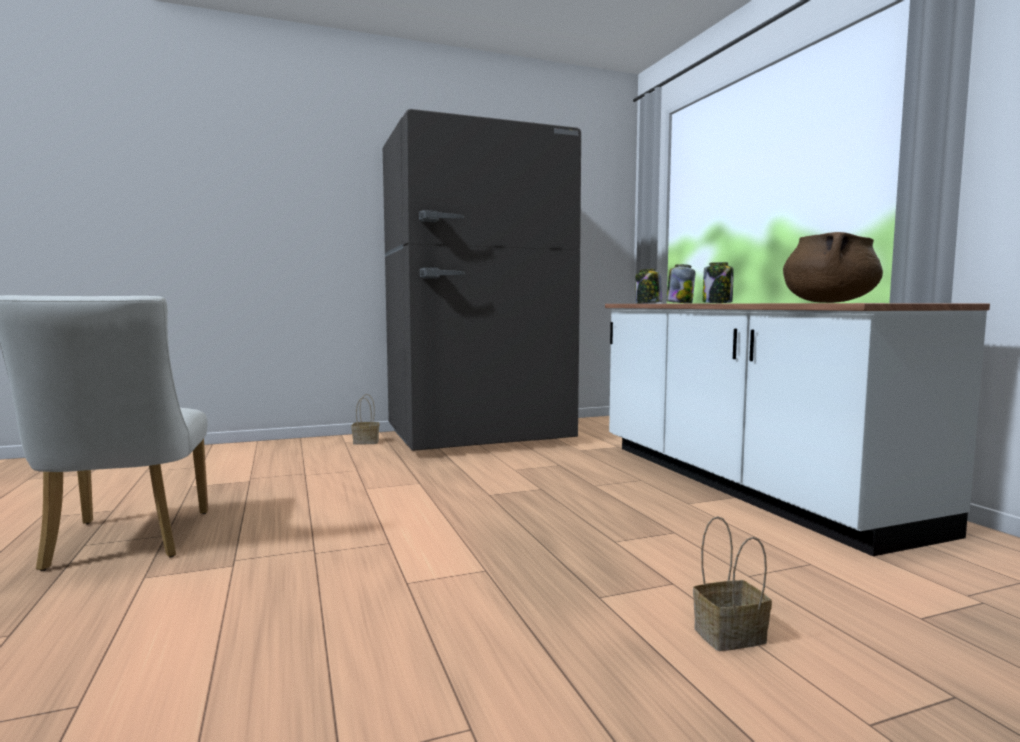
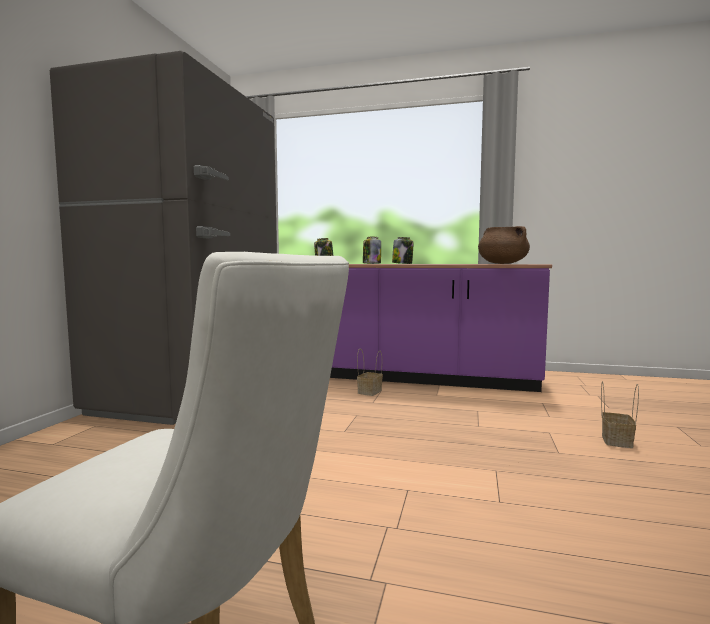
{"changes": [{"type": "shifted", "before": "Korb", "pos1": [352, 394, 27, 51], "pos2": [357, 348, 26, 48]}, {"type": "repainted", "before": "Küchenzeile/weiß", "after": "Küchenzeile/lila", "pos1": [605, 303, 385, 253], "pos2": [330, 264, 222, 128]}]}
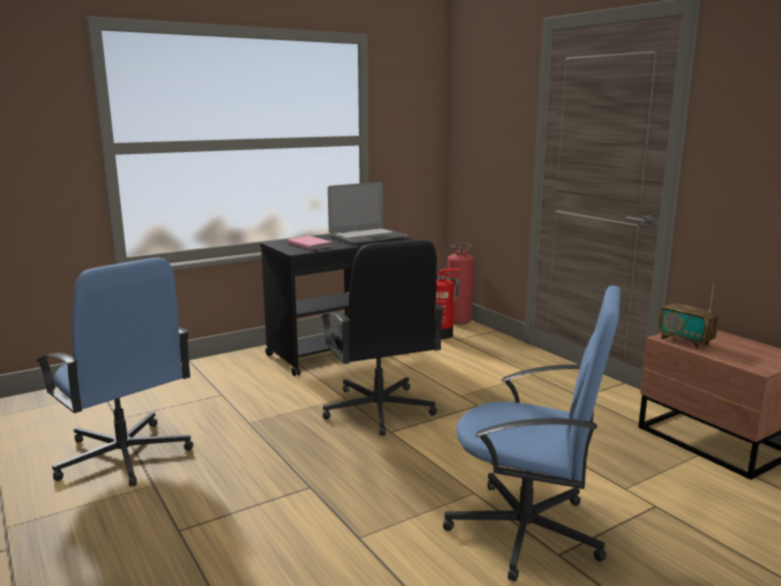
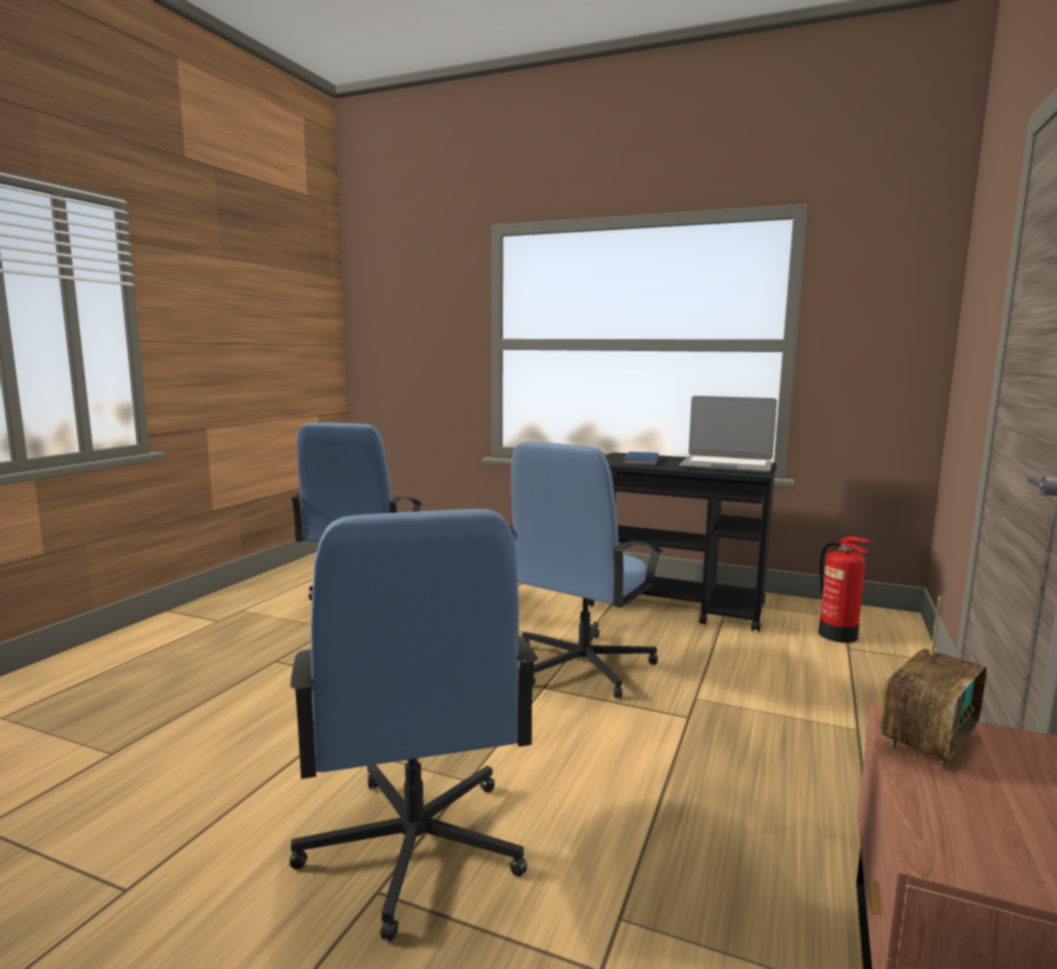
{"changes": [{"type": "repainted", "before": "Buch/rosa", "after": "Buch/blau", "pos1": [288, 236, 45, 14], "pos2": [622, 452, 37, 14]}, {"type": "repainted", "before": "Bürostuhl/schwarz", "after": "Bürostuhl/blau", "pos1": [320, 240, 124, 196], "pos2": [509, 441, 154, 257]}, {"type": "gone", "before": "Feuerlöscher", "pos1": [447, 243, 27, 81]}, {"type": "rotated", "before": "Radio", "pos1": [658, 285, 61, 64], "pos2": [880, 596, 107, 174], "turn": -150}]}
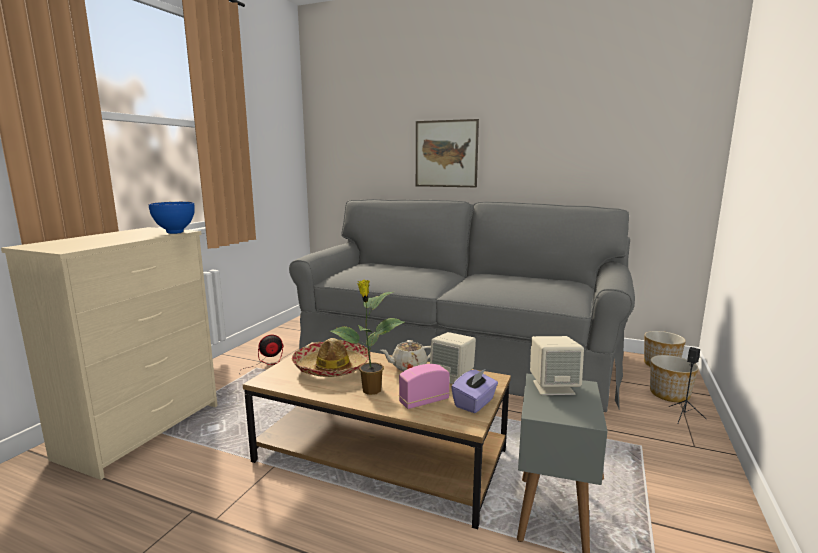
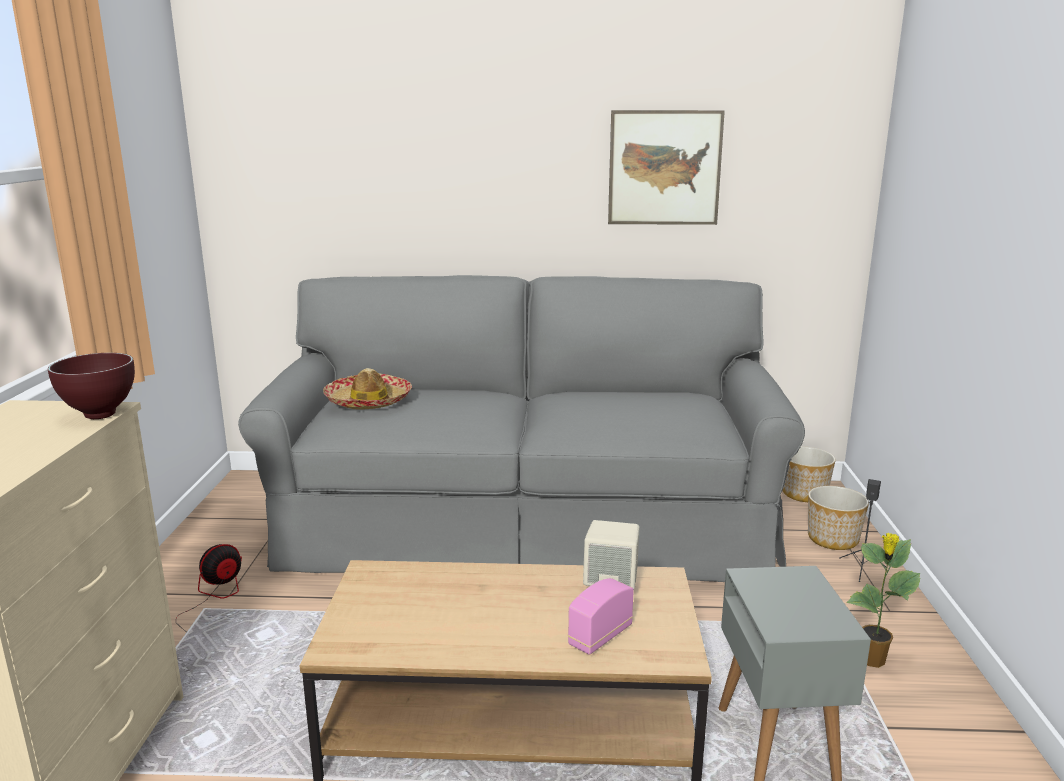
{"changes": [{"type": "repainted", "before": "Schüssel/blau", "after": "Schüssel/braun", "pos1": [148, 202, 47, 32], "pos2": [48, 353, 87, 66]}, {"type": "shifted", "before": "Hut", "pos1": [292, 338, 79, 39], "pos2": [323, 368, 89, 42]}, {"type": "shifted", "before": "Topfpflanze", "pos1": [330, 280, 75, 115], "pos2": [847, 533, 74, 135]}, {"type": "gone", "before": "Teekanne/beige", "pos1": [380, 340, 51, 31]}, {"type": "shifted", "before": "Bild", "pos1": [416, 119, 63, 68], "pos2": [608, 110, 117, 115]}, {"type": "gone", "before": "Taschentuchbox/lila", "pos1": [451, 368, 47, 45]}, {"type": "gone", "before": "Lautsprecher/beige", "pos1": [530, 336, 54, 59]}]}
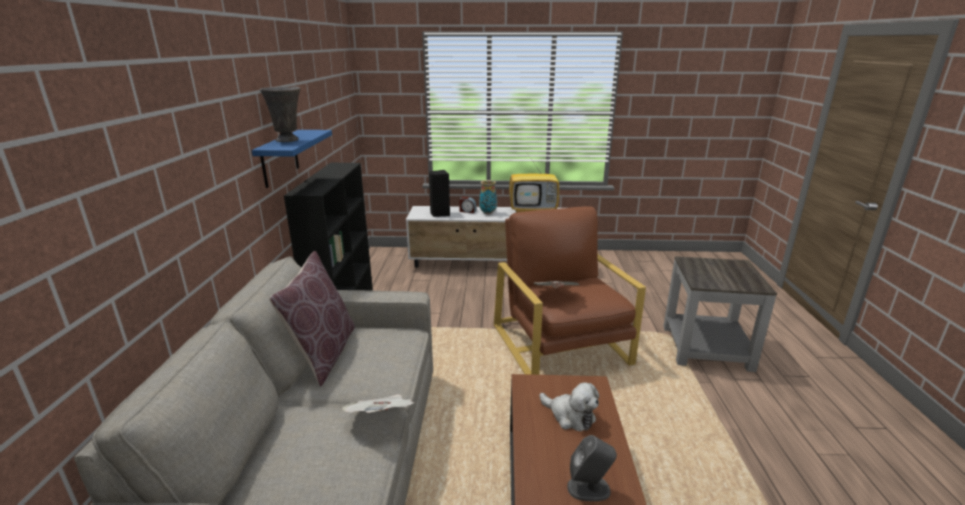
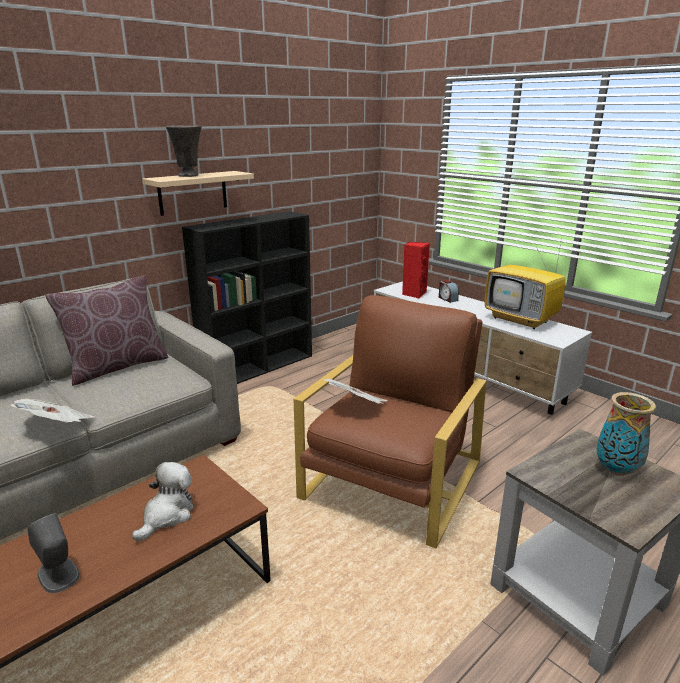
{"changes": [{"type": "repainted", "before": "Wandregal/blau", "after": "Wandregal/beige", "pos1": [252, 130, 80, 58], "pos2": [142, 171, 112, 45]}, {"type": "repainted", "before": "Lautsprecher/schwarz", "after": "Lautsprecher/rot", "pos1": [429, 170, 21, 47], "pos2": [402, 242, 28, 57]}, {"type": "shifted", "before": "Vase", "pos1": [479, 180, 18, 34], "pos2": [596, 392, 60, 84]}, {"type": "rotated", "before": "Plüschtier", "pos1": [539, 382, 60, 49], "pos2": [132, 462, 61, 79], "turn": -150}]}
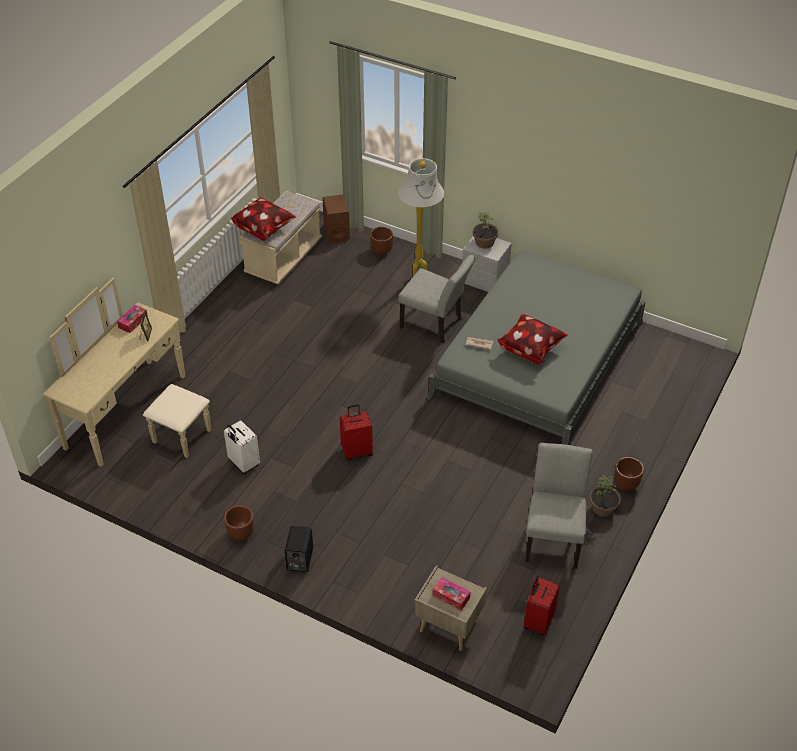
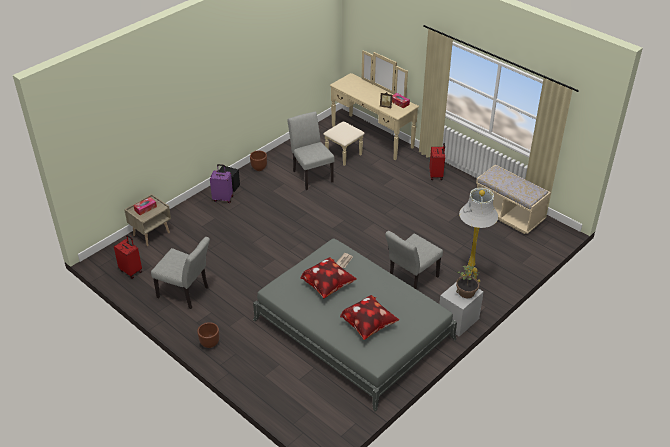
{"changes": [{"type": "swapped", "before": "Koffer/weiß", "after": "Stuhl/grau", "pos1": [224, 420, 36, 54], "pos2": [287, 112, 48, 78]}, {"type": "shifted", "before": "Kissen", "pos1": [231, 198, 65, 43], "pos2": [340, 295, 59, 45]}, {"type": "gone", "before": "Lautsprecher/braun", "pos1": [322, 195, 28, 48]}, {"type": "shifted", "before": "Koffer/rot", "pos1": [340, 404, 33, 56], "pos2": [429, 143, 16, 37]}, {"type": "gone", "before": "Pflanzkübel/braun", "pos1": [370, 227, 23, 28]}, {"type": "gone", "before": "Topfpflanze", "pos1": [590, 475, 31, 42]}, {"type": "new", "after": "Koffer/lila", "pos2": [210, 164, 23, 39]}]}
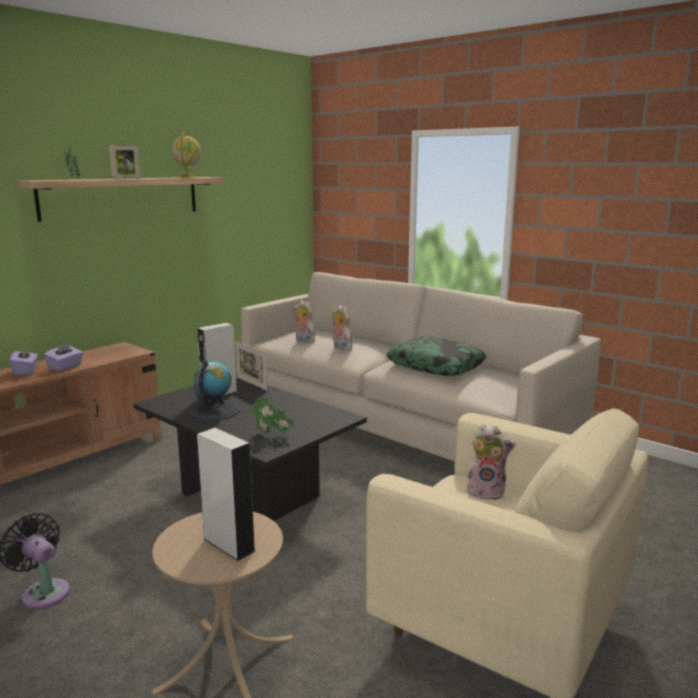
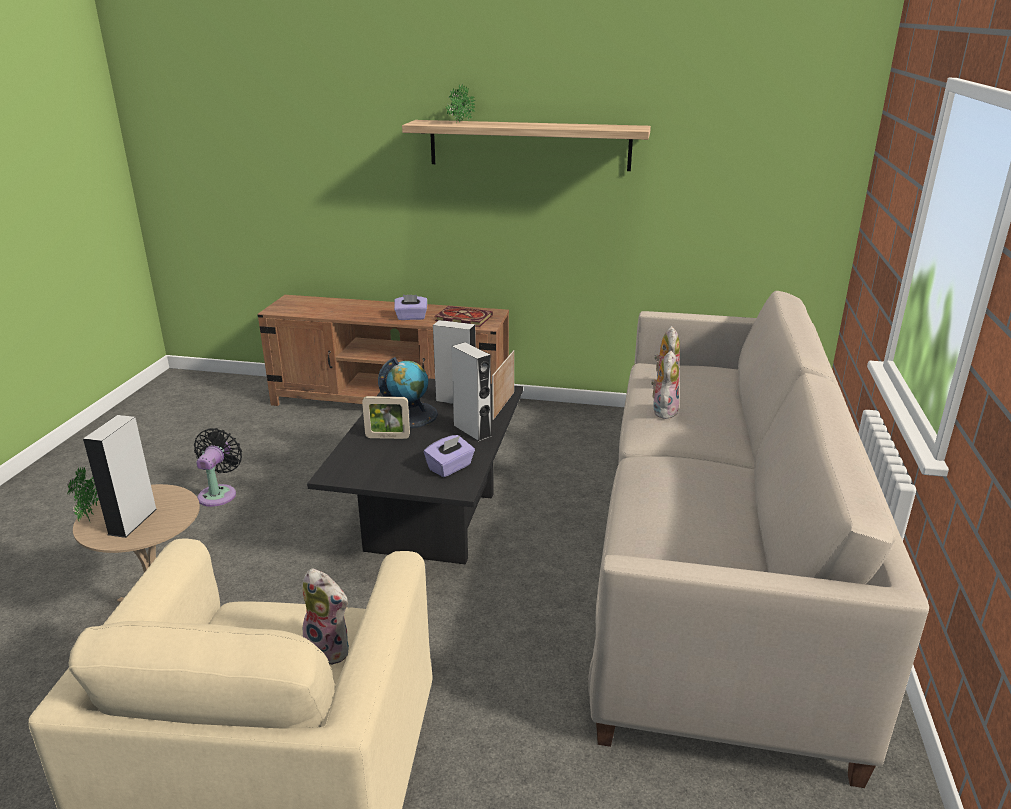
{"changes": [{"type": "shifted", "before": "Taschentuchbox/lila", "pos1": [9, 346, 29, 30], "pos2": [424, 435, 51, 42]}, {"type": "shifted", "before": "Bilderrahmen", "pos1": [109, 145, 31, 34], "pos2": [362, 396, 48, 43]}, {"type": "gone", "before": "Globus", "pos1": [171, 131, 30, 47]}, {"type": "shifted", "before": "Topfpflanze", "pos1": [251, 397, 44, 39], "pos2": [67, 467, 32, 56]}, {"type": "gone", "before": "Kissen", "pos1": [386, 337, 100, 39]}, {"type": "rotated", "before": "Plüschtier", "pos1": [466, 425, 49, 75], "pos2": [302, 568, 47, 97], "turn": -45}, {"type": "new", "after": "Buch", "pos2": [435, 306, 58, 21]}, {"type": "new", "after": "Lautsprecher/grau", "pos2": [451, 342, 41, 100]}]}
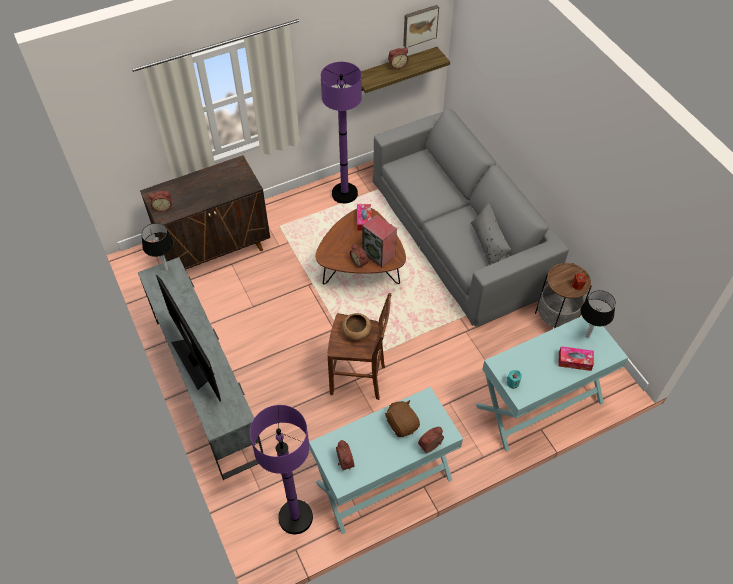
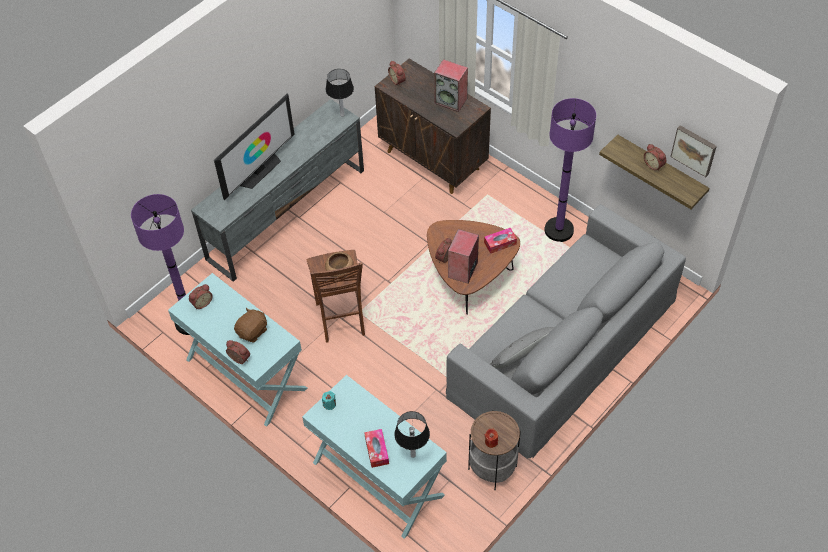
{"changes": [{"type": "new", "after": "Lautsprecher", "pos2": [434, 59, 34, 53]}]}
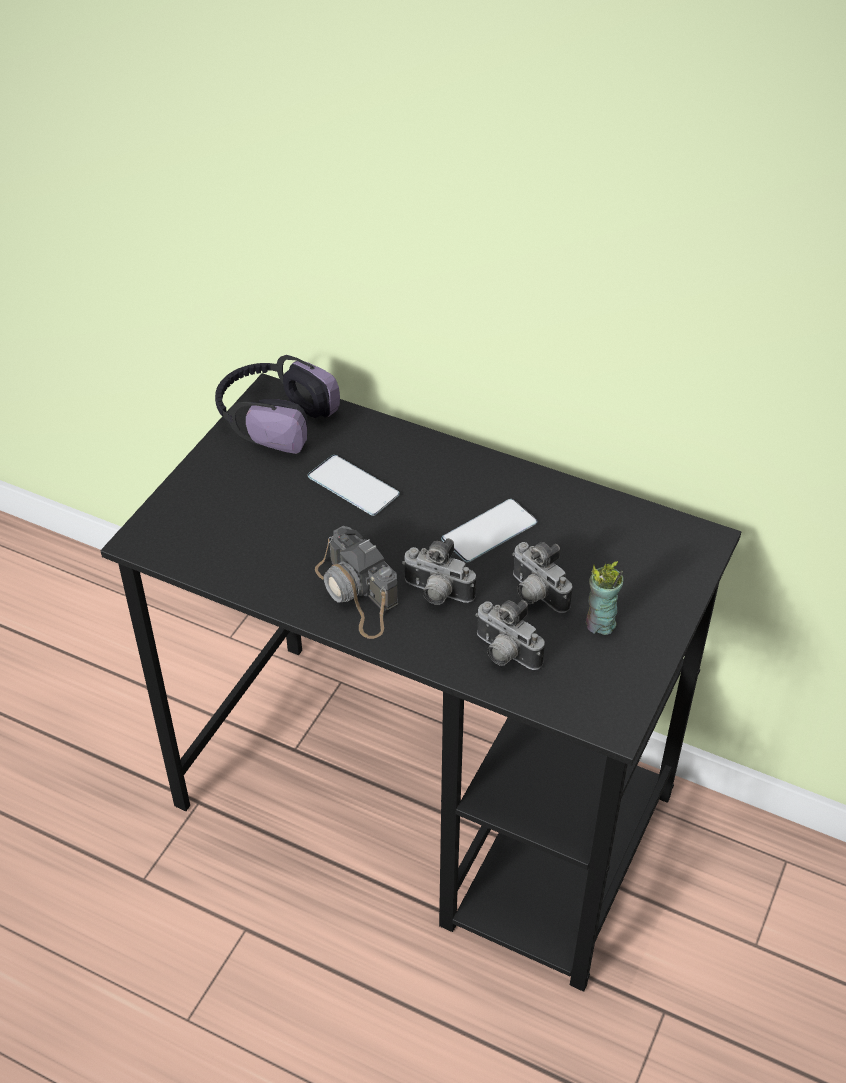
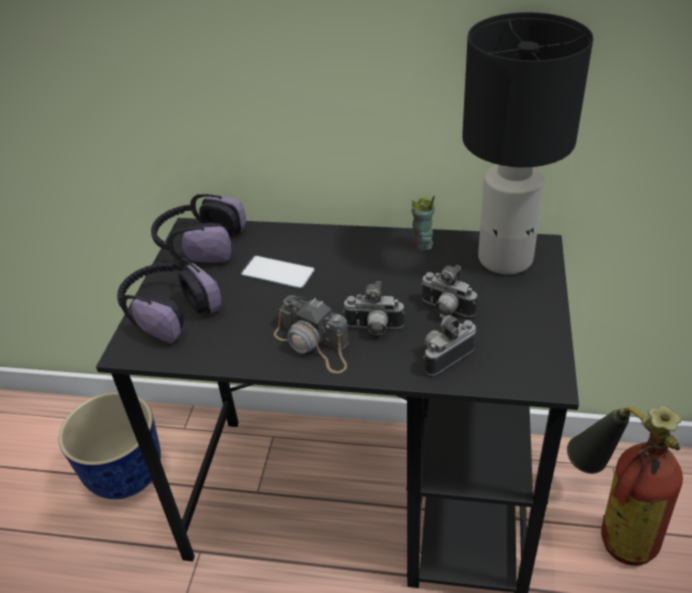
{"changes": [{"type": "gone", "before": "Handy", "pos1": [441, 499, 96, 64]}, {"type": "rotated", "before": "Kamera", "pos1": [475, 600, 70, 70], "pos2": [423, 314, 53, 62], "turn": 120}, {"type": "shifted", "before": "Tasse", "pos1": [586, 561, 37, 74], "pos2": [412, 195, 23, 56]}, {"type": "new", "after": "Pflanzkübel", "pos2": [59, 392, 102, 107]}, {"type": "new", "after": "Kopfhörer", "pos2": [117, 258, 104, 85]}, {"type": "new", "after": "Tischlampe/schwarz", "pos2": [462, 12, 131, 262]}, {"type": "new", "after": "Feuerlöscher", "pos2": [567, 406, 116, 160]}]}
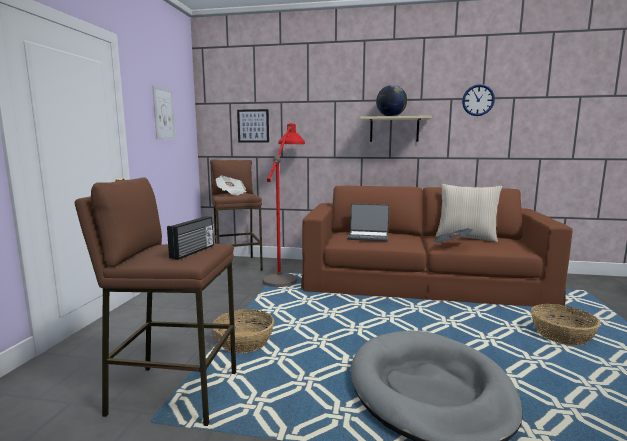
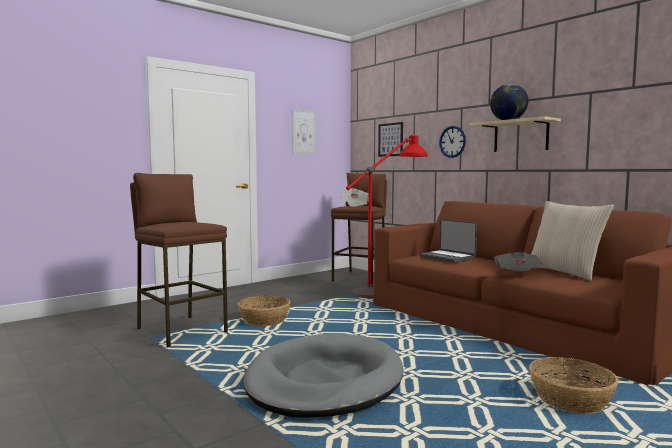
{"changes": [{"type": "gone", "before": "Radio", "pos1": [167, 216, 47, 44]}, {"type": "shifted", "before": "Wanduhr", "pos1": [462, 84, 33, 32], "pos2": [439, 126, 27, 32]}]}
